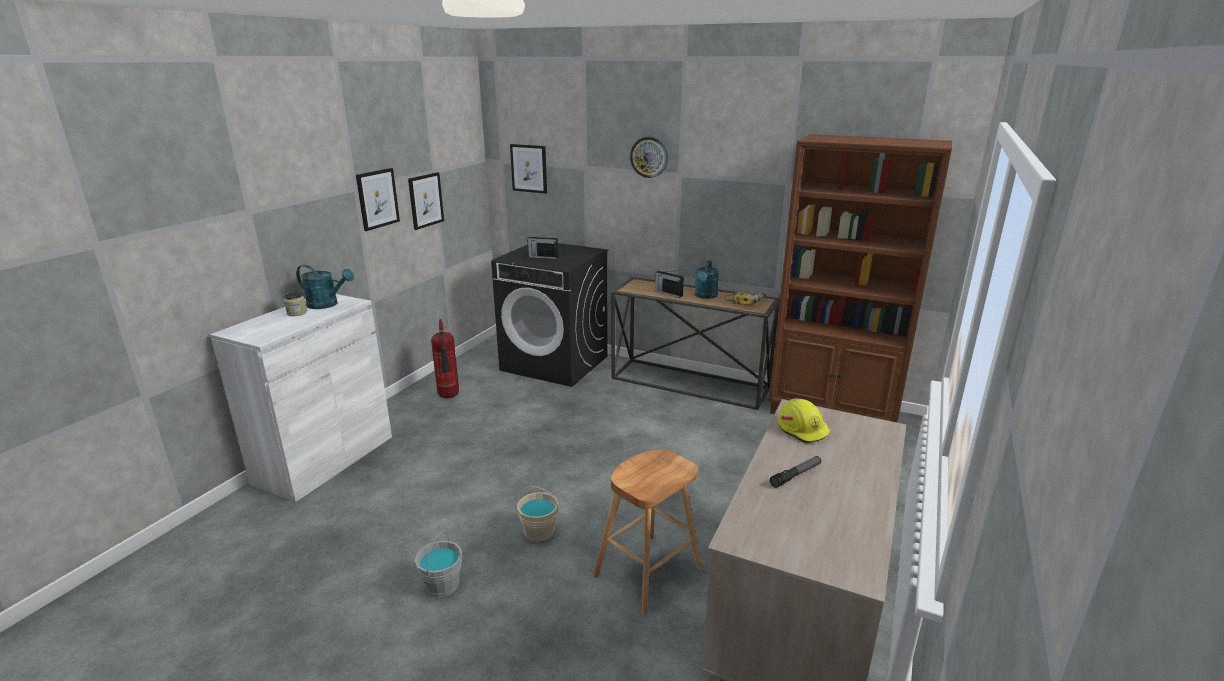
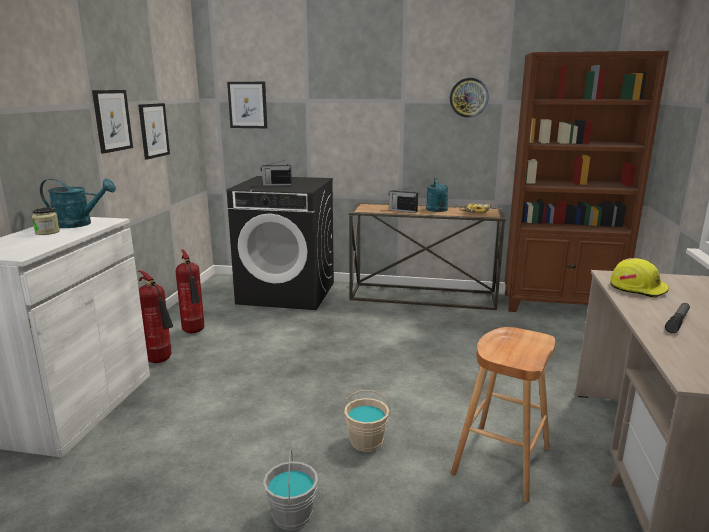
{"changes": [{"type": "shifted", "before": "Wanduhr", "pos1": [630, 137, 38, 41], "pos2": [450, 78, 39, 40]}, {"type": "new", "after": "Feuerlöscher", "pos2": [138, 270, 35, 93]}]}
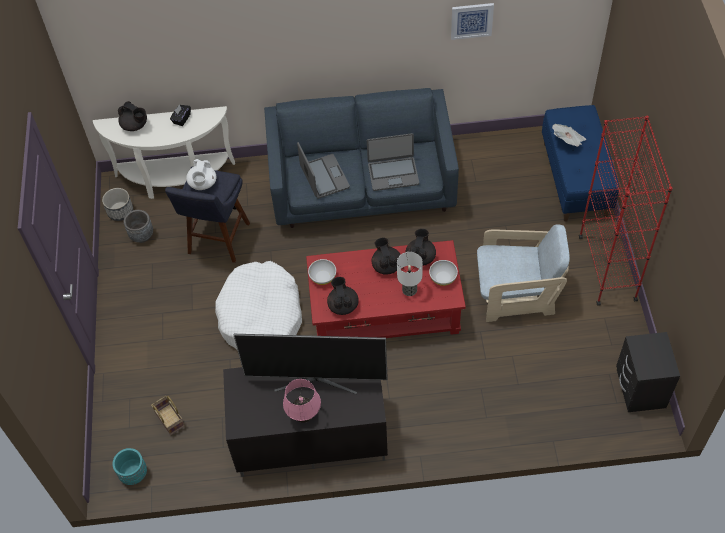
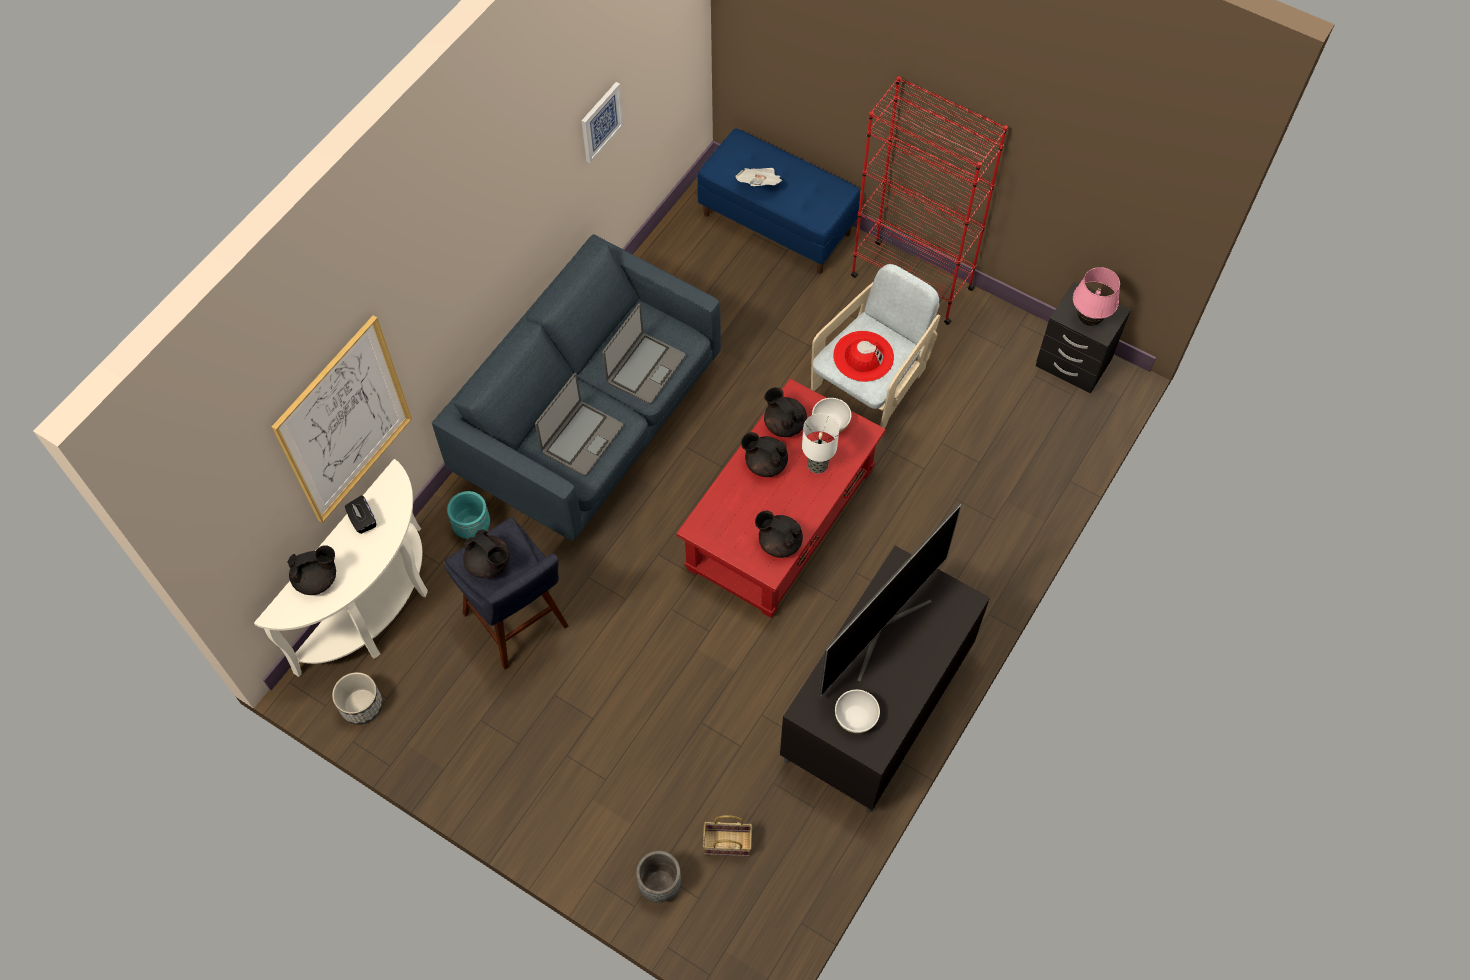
{"changes": [{"type": "shifted", "before": "Pflanzkübel/türkis", "pos1": [112, 448, 35, 37], "pos2": [447, 491, 43, 48]}, {"type": "shifted", "before": "Pflanzkübel/grau", "pos1": [124, 210, 29, 33], "pos2": [636, 851, 45, 52]}, {"type": "repainted", "before": "Teekanne/weiß", "after": "Teekanne/schwarz", "pos1": [186, 159, 30, 31], "pos2": [463, 529, 47, 49]}, {"type": "gone", "before": "Hundebett/weiß", "pos1": [215, 261, 87, 90]}, {"type": "shifted", "before": "Tischlampe/rosa", "pos1": [283, 379, 38, 44], "pos2": [1073, 267, 47, 59]}, {"type": "rotated", "before": "Laptop", "pos1": [297, 142, 53, 57], "pos2": [535, 373, 89, 103], "turn": 105}, {"type": "shifted", "before": "Schüssel/weiß", "pos1": [308, 259, 28, 26], "pos2": [835, 690, 45, 43]}, {"type": "new", "after": "Bild", "pos2": [272, 315, 140, 208]}, {"type": "new", "after": "Hut/rot", "pos2": [833, 331, 61, 51]}]}
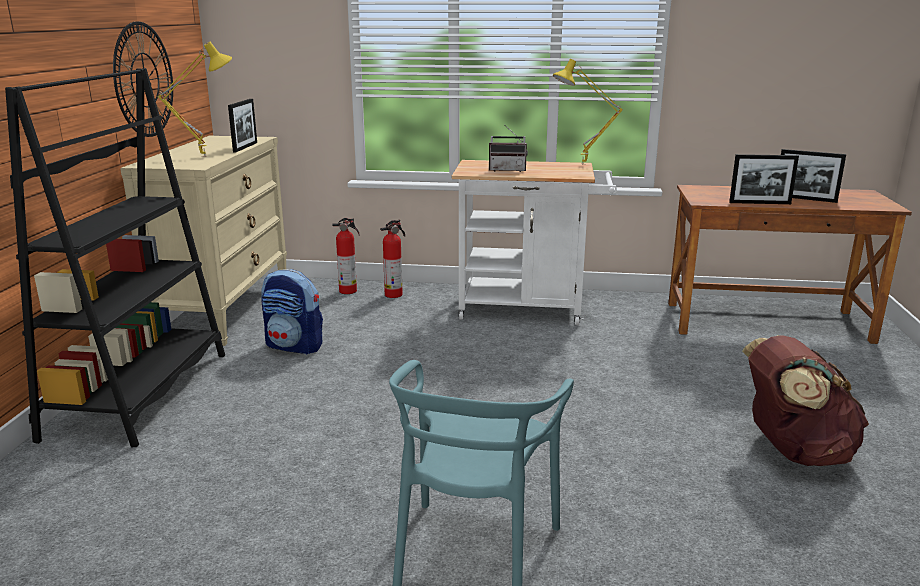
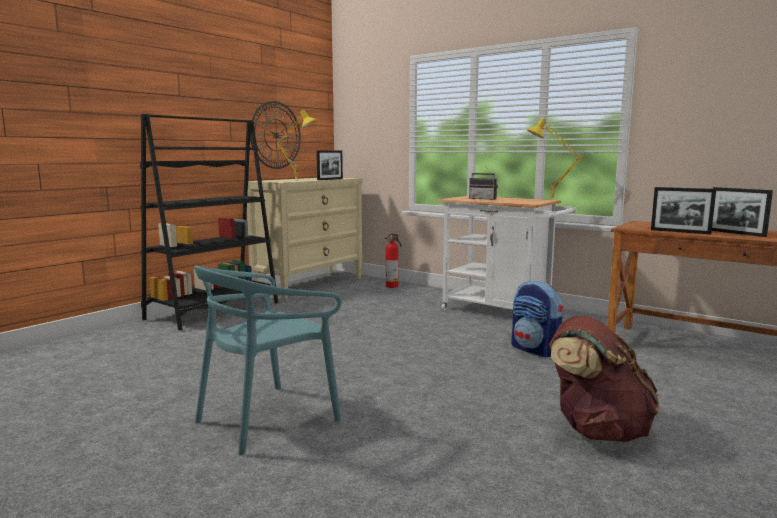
{"changes": [{"type": "shifted", "before": "Rucksack", "pos1": [261, 269, 62, 86], "pos2": [511, 281, 52, 77]}, {"type": "gone", "before": "Feuerlöscher", "pos1": [380, 220, 25, 78]}]}
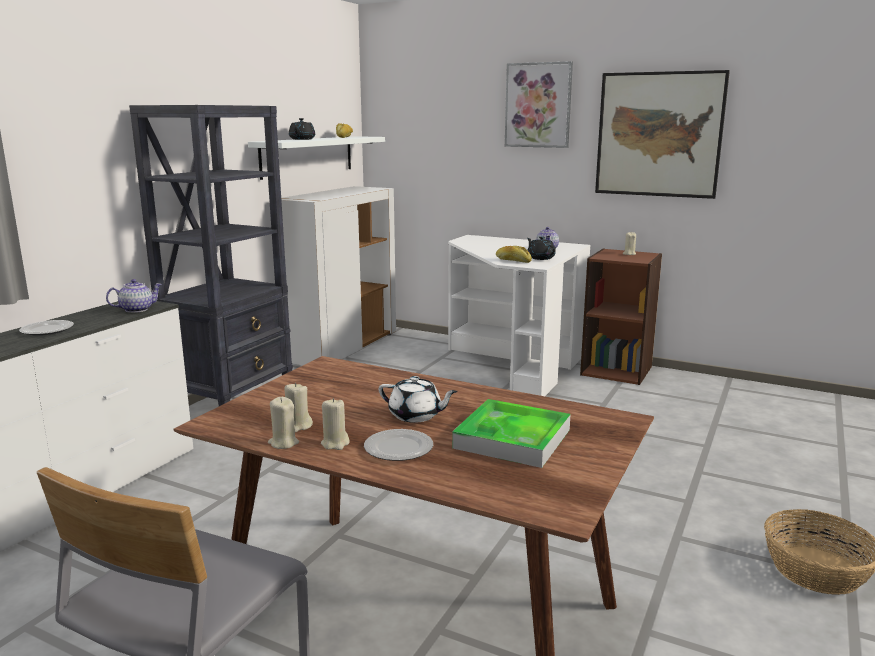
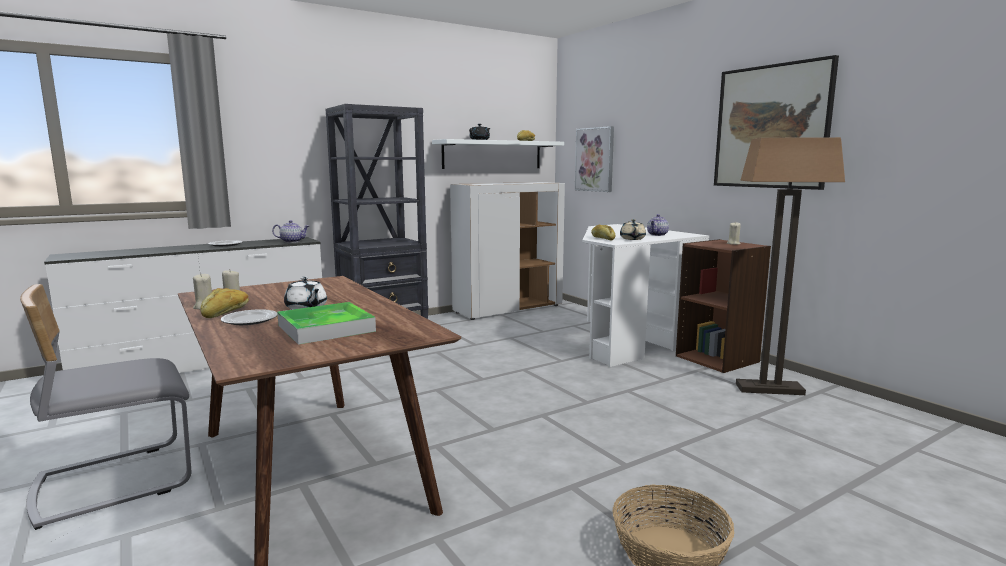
{"changes": [{"type": "swapped", "before": "Kerze/beige", "after": "Brot", "pos1": [321, 398, 29, 52], "pos2": [200, 288, 49, 30]}, {"type": "shifted", "before": "Bild", "pos1": [505, 61, 68, 87], "pos2": [575, 126, 39, 66]}, {"type": "repainted", "before": "Teekanne/schwarz", "after": "Teekanne/beige", "pos1": [527, 236, 29, 24], "pos2": [620, 219, 26, 21]}, {"type": "new", "after": "Stehlampe", "pos2": [736, 137, 109, 258]}]}
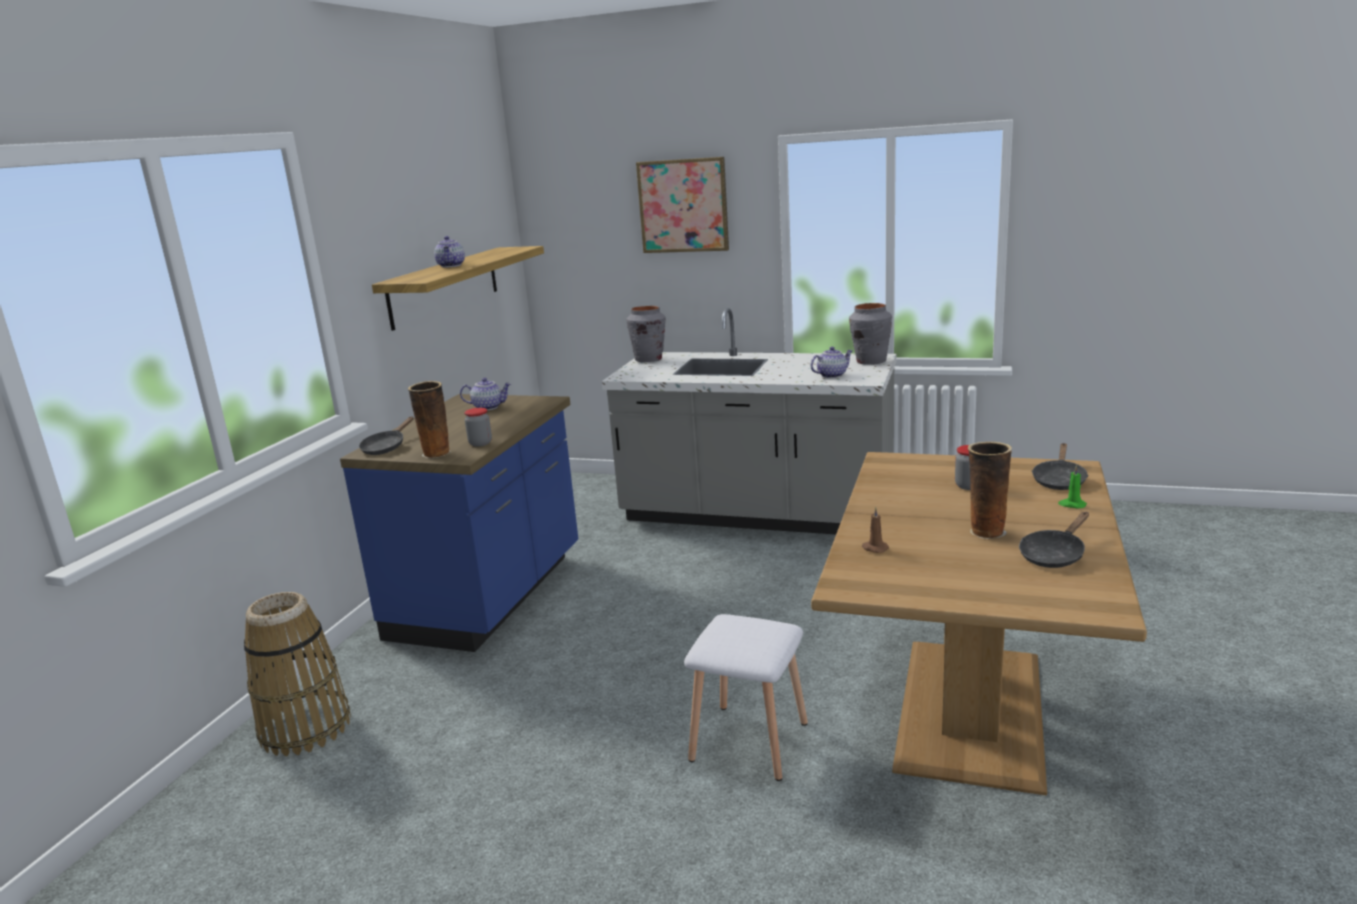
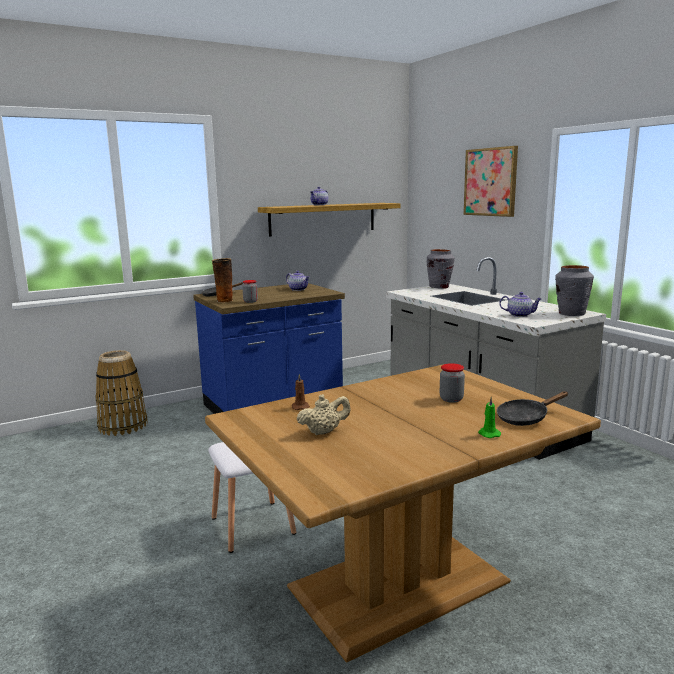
{"changes": [{"type": "gone", "before": "Vase", "pos1": [968, 442, 44, 97]}, {"type": "gone", "before": "Pfanne/schwarz", "pos1": [1019, 512, 70, 56]}, {"type": "new", "after": "Teekanne/beige", "pos2": [297, 394, 54, 41]}]}
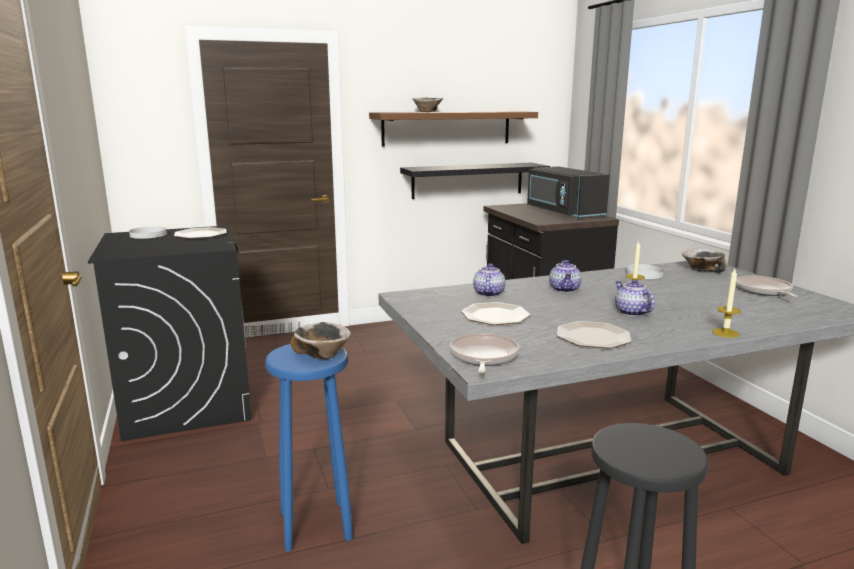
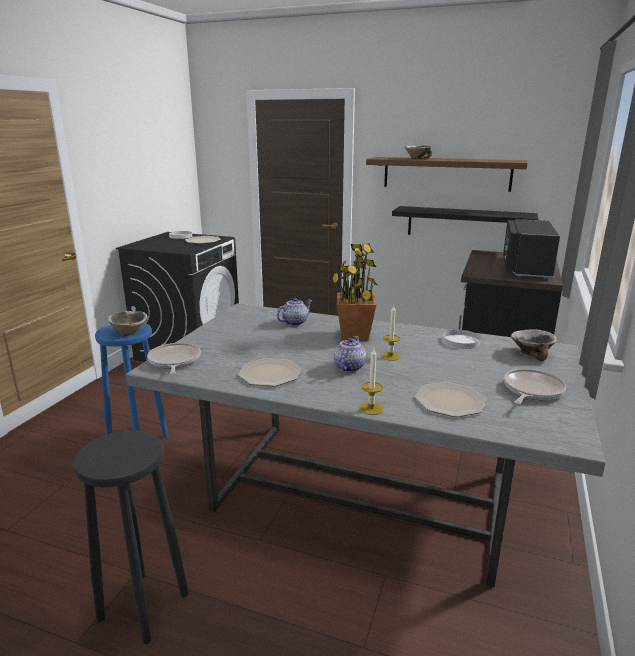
{"changes": [{"type": "rotated", "before": "Pfanne", "pos1": [450, 333, 69, 40], "pos2": [147, 343, 54, 32], "turn": -60}, {"type": "shifted", "before": "Teller", "pos1": [461, 302, 69, 23], "pos2": [414, 382, 73, 35]}, {"type": "swapped", "before": "Teekanne", "after": "Topfpflanze", "pos1": [549, 260, 32, 33], "pos2": [331, 243, 47, 97]}]}
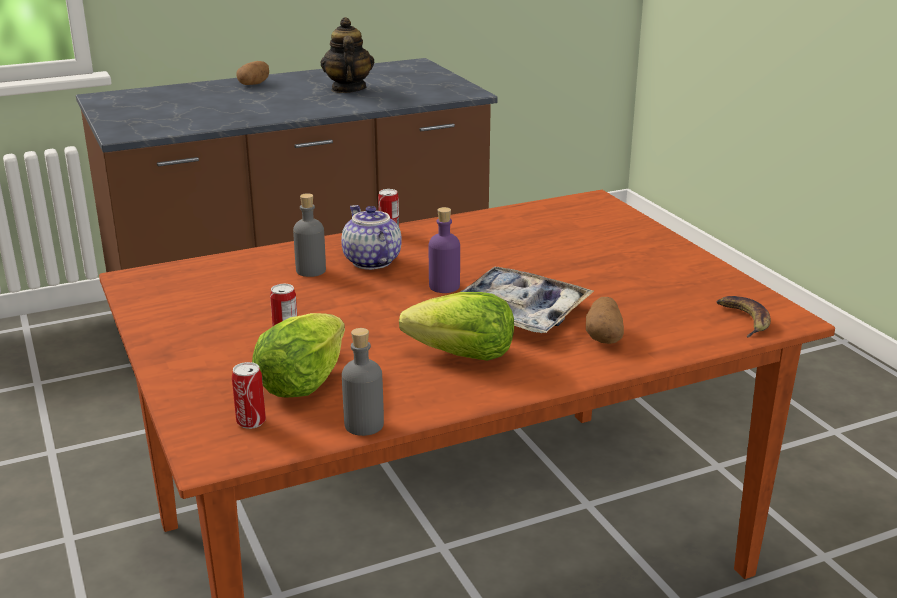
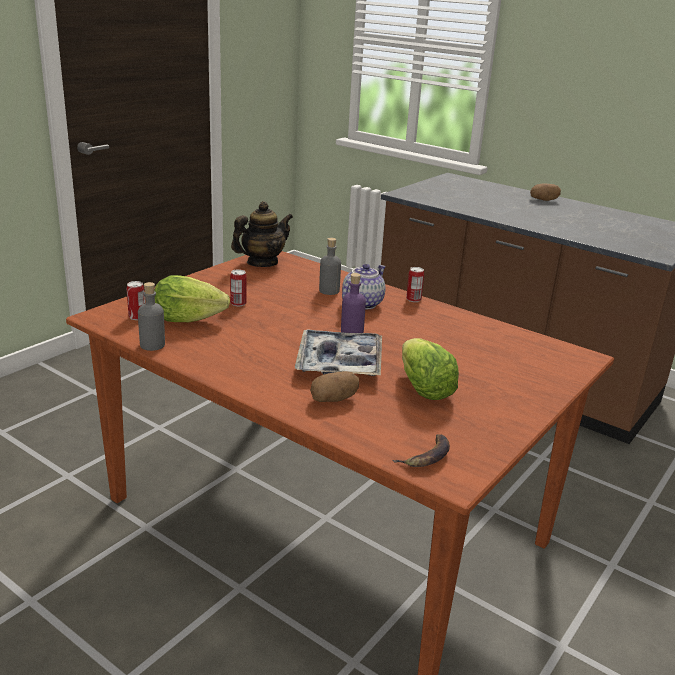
{"changes": [{"type": "shifted", "before": "Teekanne", "pos1": [320, 17, 54, 76], "pos2": [231, 201, 62, 66]}, {"type": "shifted", "before": "Salatkopf", "pos1": [399, 292, 115, 69], "pos2": [402, 338, 57, 62]}]}
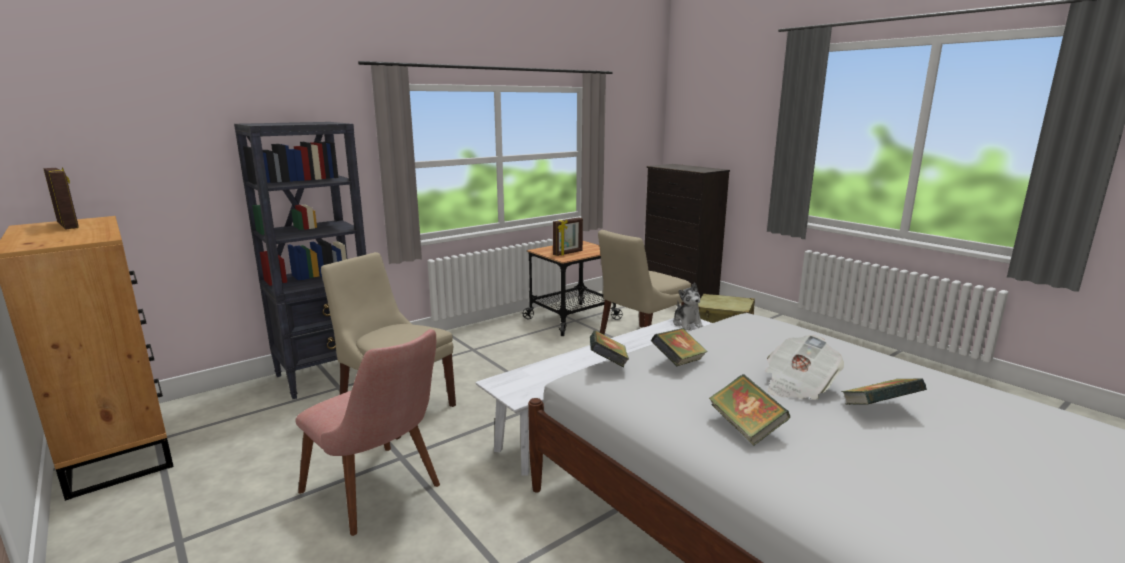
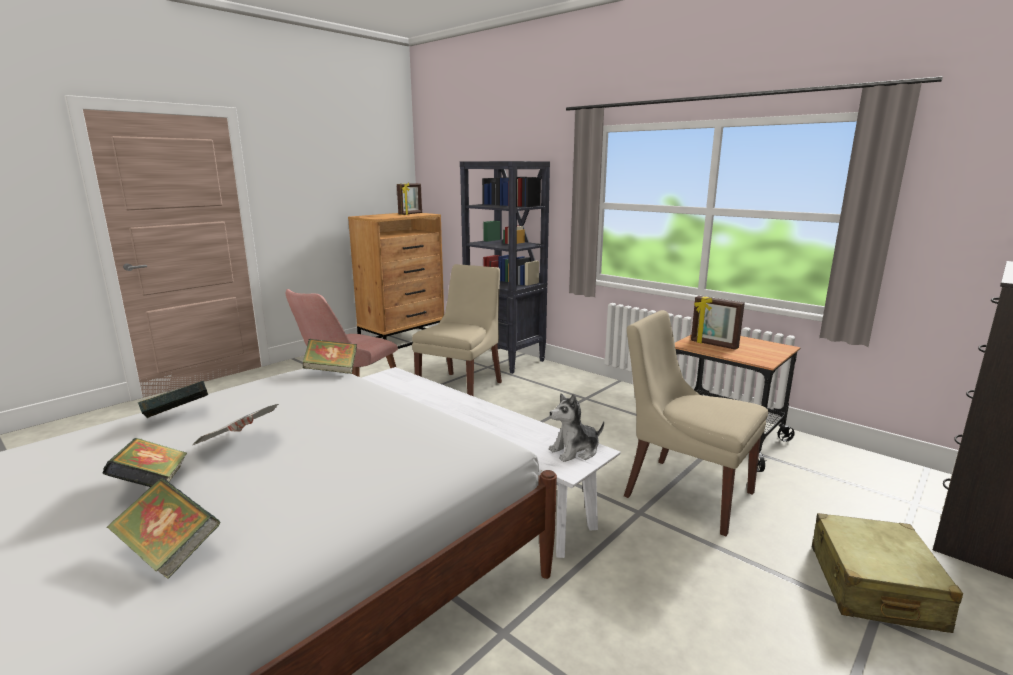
{"changes": [{"type": "shifted", "before": "Buch", "pos1": [651, 328, 57, 38], "pos2": [106, 478, 115, 101]}]}
